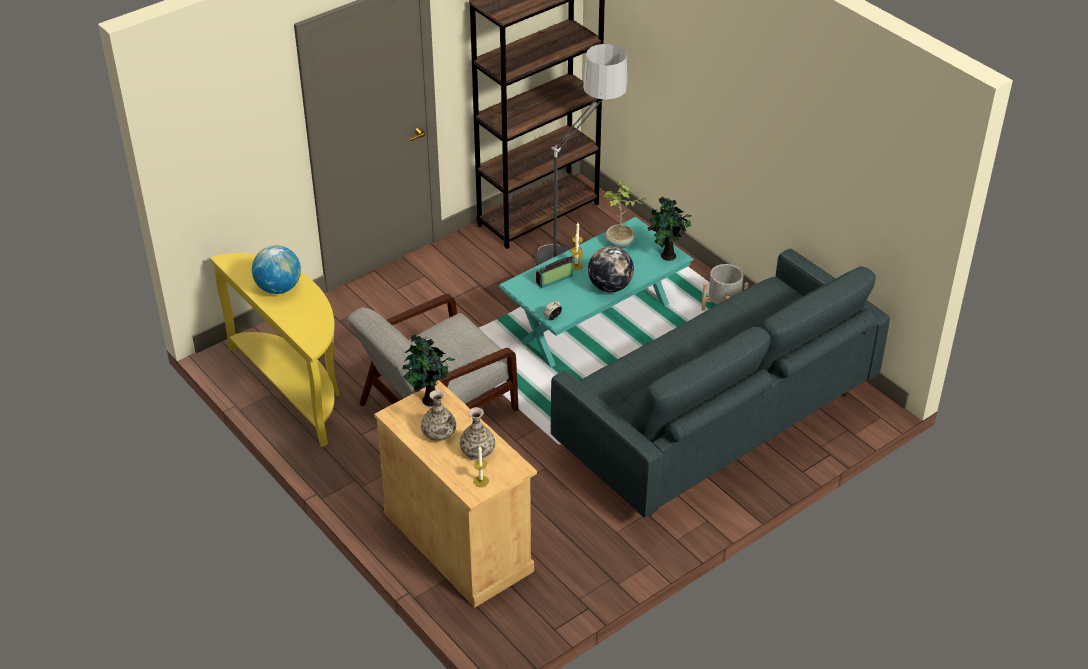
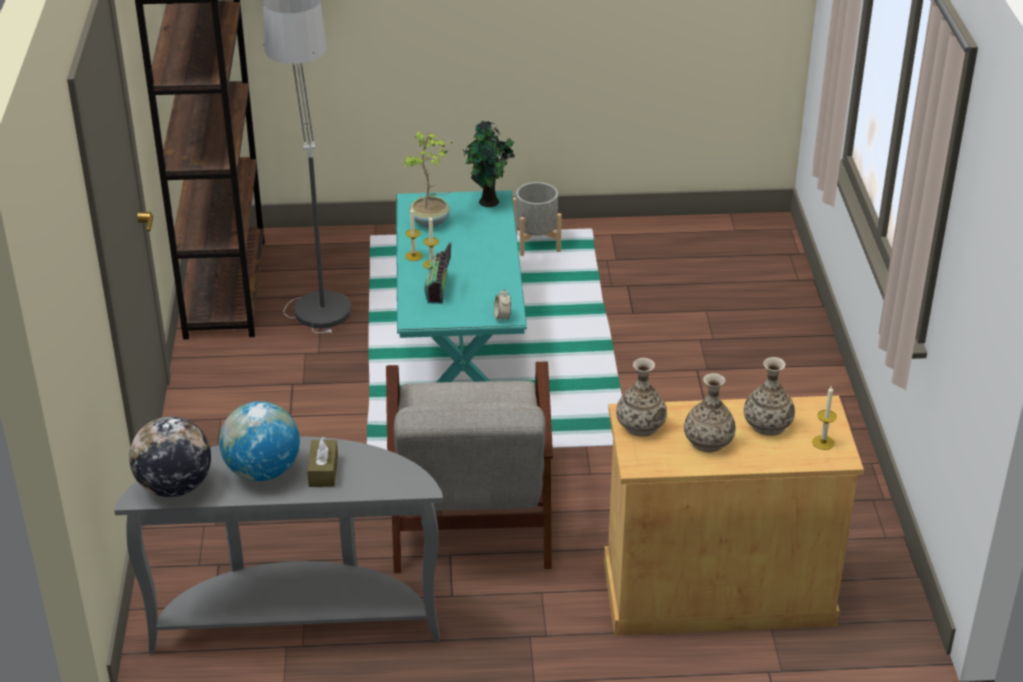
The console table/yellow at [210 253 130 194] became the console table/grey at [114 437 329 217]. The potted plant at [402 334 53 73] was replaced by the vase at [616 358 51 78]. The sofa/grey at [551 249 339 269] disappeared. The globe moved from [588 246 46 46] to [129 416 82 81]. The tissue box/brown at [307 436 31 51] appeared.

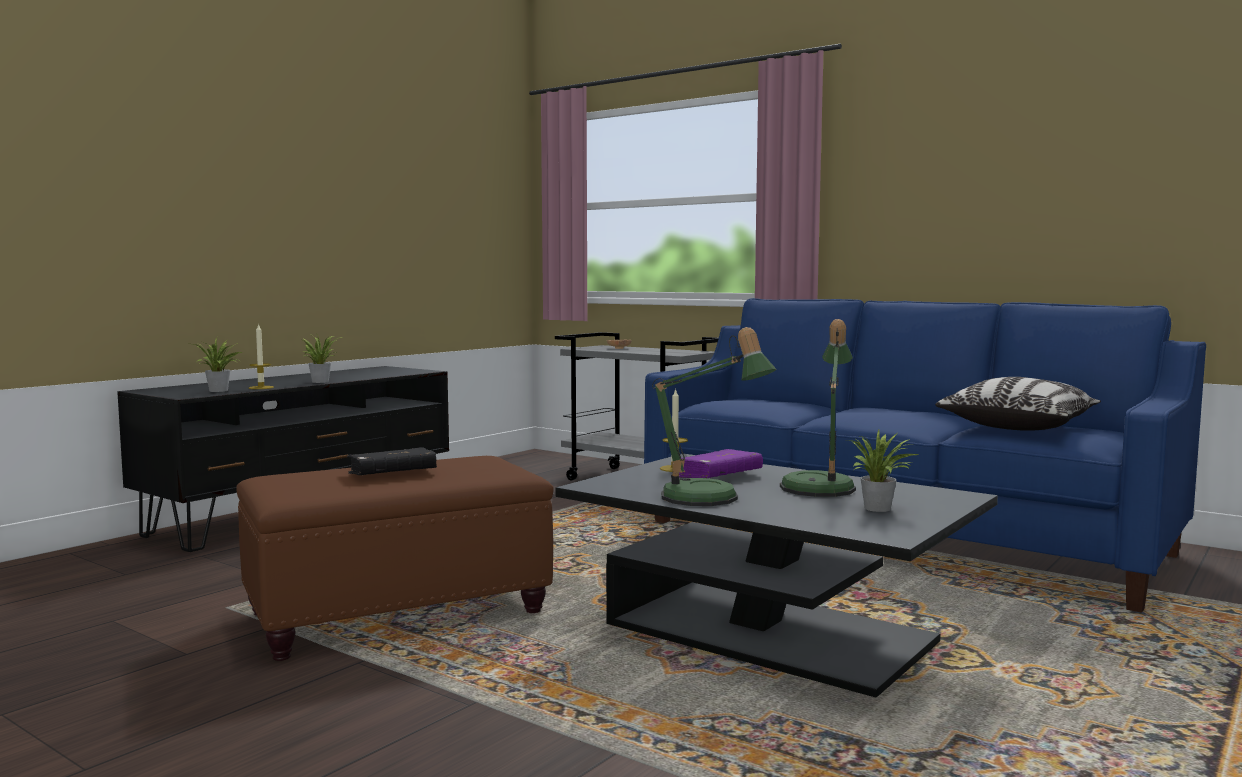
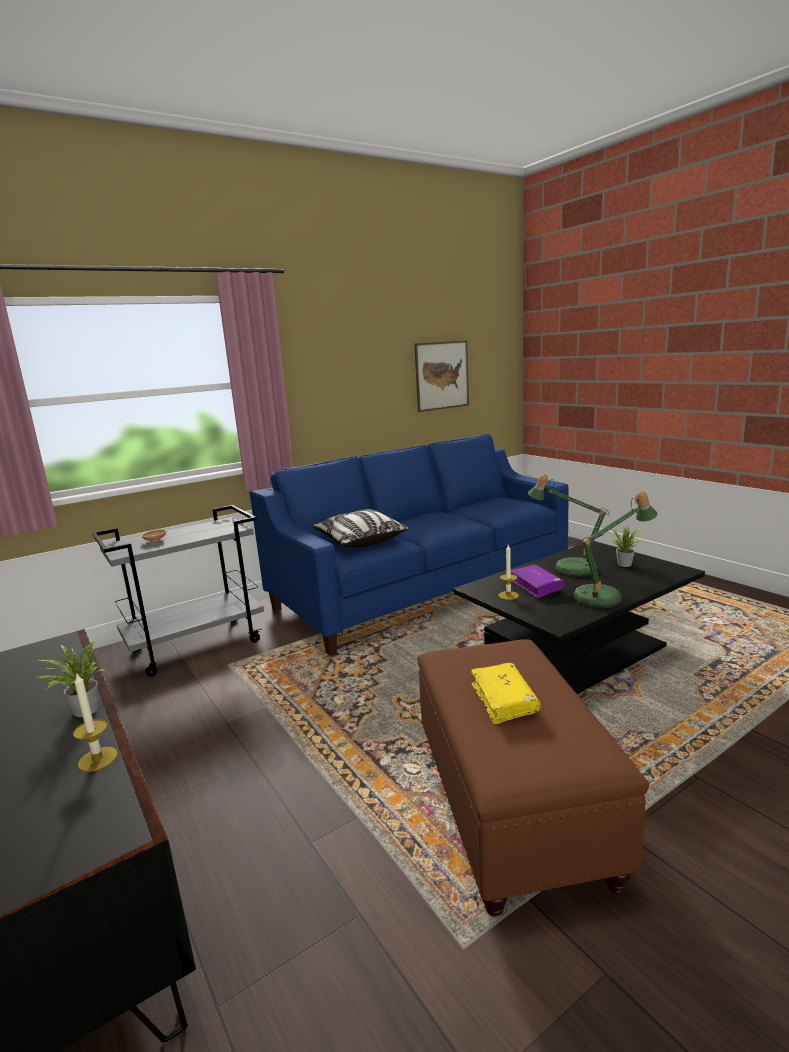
The potted plant at [194 337 48 55] disappeared. The book/black at [347 447 90 28] became the book/yellow at [471 663 70 62]. The pillow moved from [935 377 166 54] to [312 509 96 38]. The picture at [414 341 55 71] appeared.

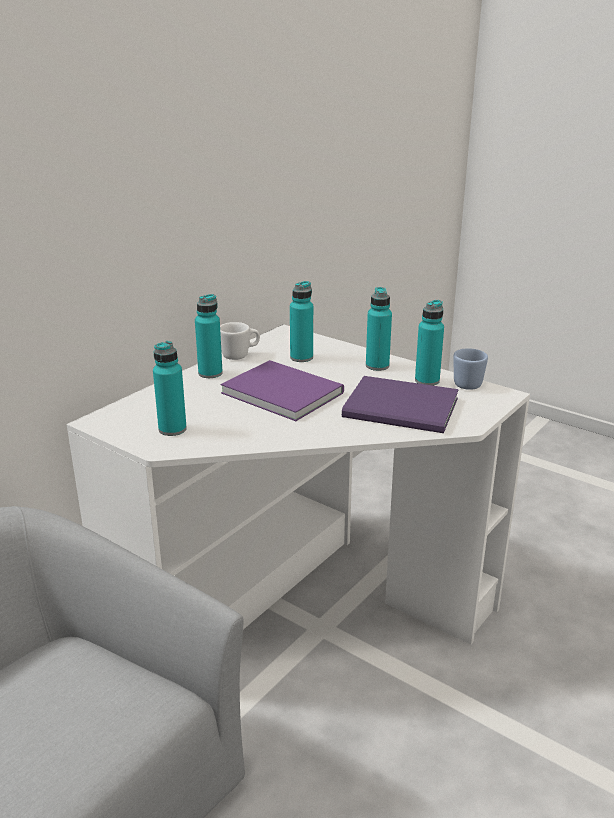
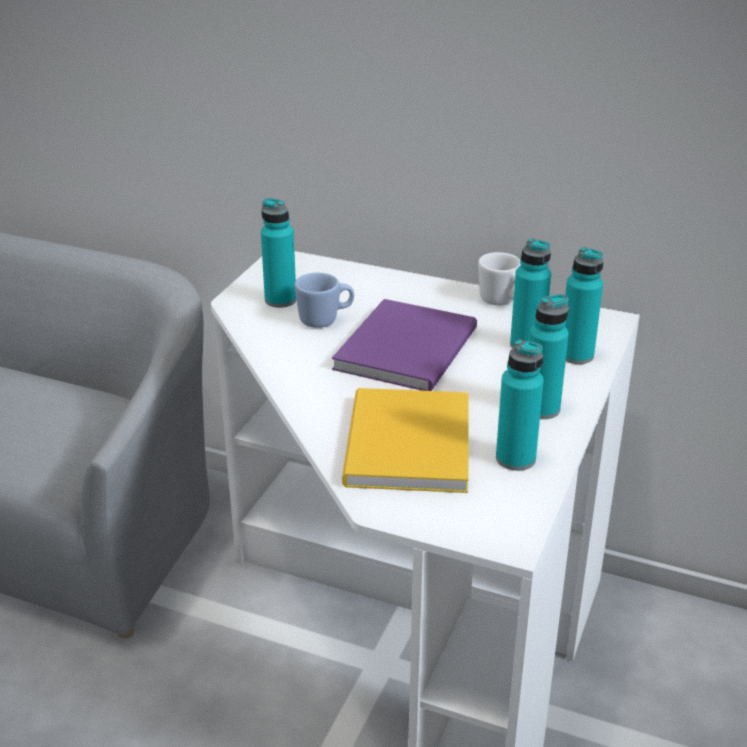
The bottle/turquoise moved from [195 294 28 84] to [565 247 38 117]. The book/purple at [342 376 117 57] became the book/yellow at [342 388 127 105]. The mug/blue moved from [453 348 35 42] to [294 273 60 55].

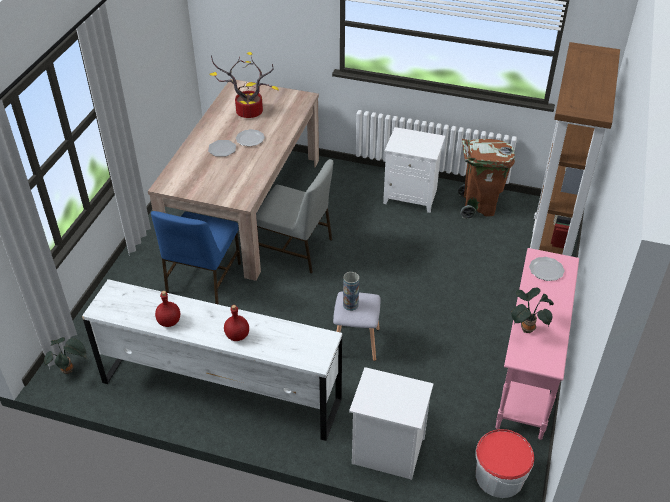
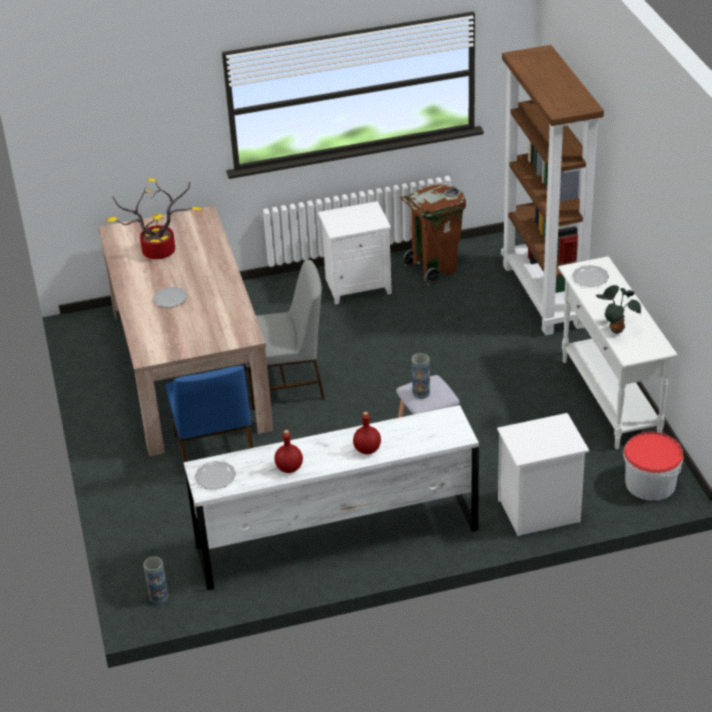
The potted plant at [44 337 43 37] was replaced by the vase at [143 557 25 47]. The plate moved from [236 129 29 17] to [195 461 41 28]. The console table/pink at [495 248 84 192] became the console table/white at [558 257 120 192].

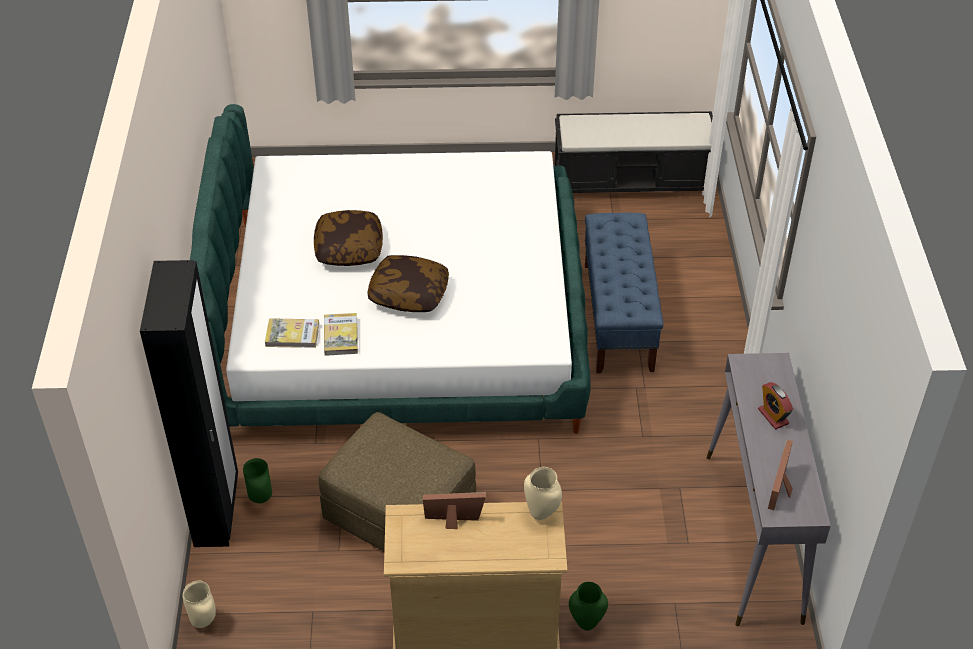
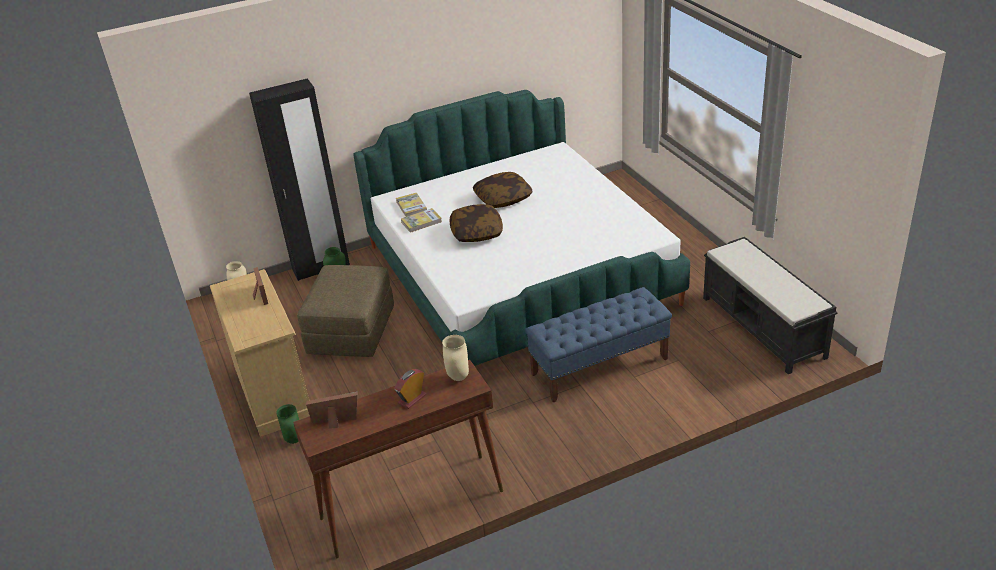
The vase/beige moved from [524 467 38 53] to [442 335 27 46]. The console table/grey at [707 353 124 273] became the console table/brown at [293 360 210 198].

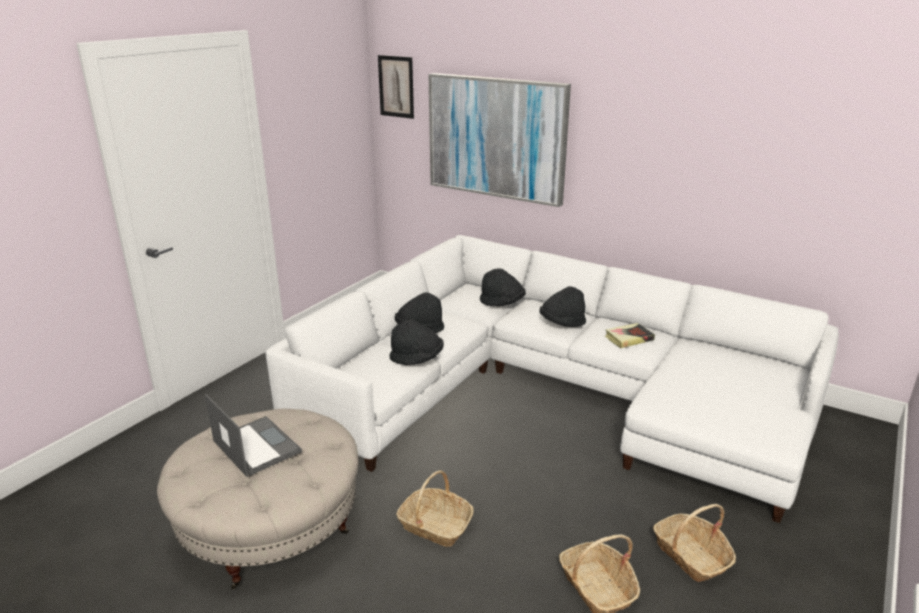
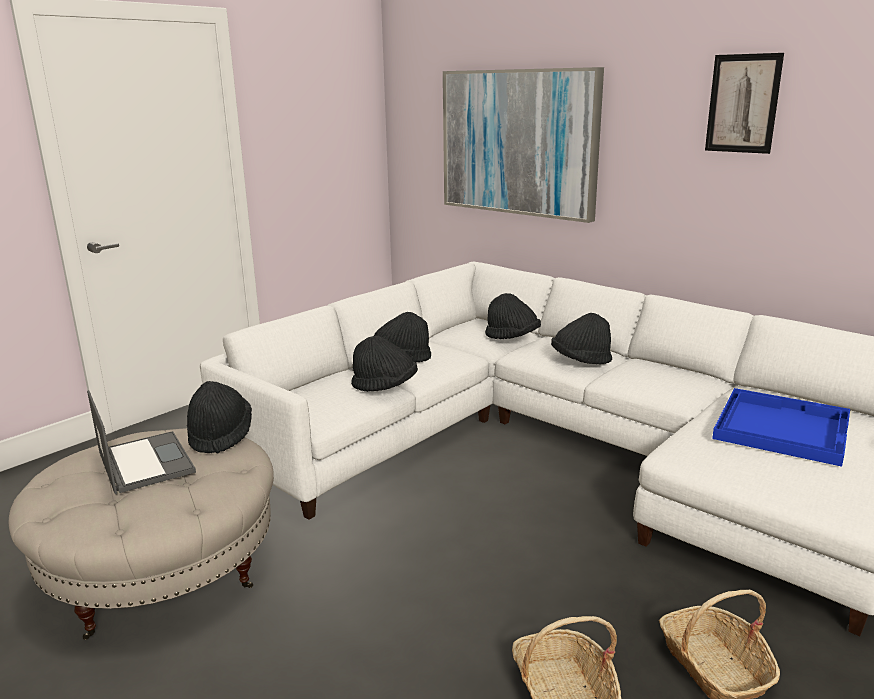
The picture moved from [378 55 36 64] to [705 53 79 101]. The basket at [396 470 78 77] disappeared. The book at [605 323 50 25] disappeared. The hat/black at [187 381 65 73] appeared. The tray/blue at [712 388 138 79] appeared.

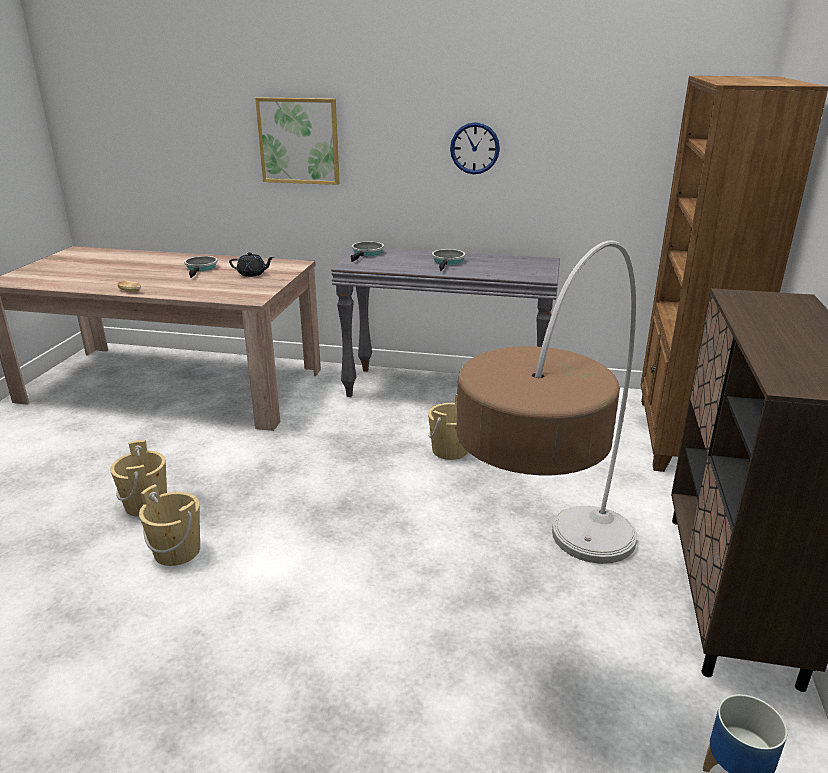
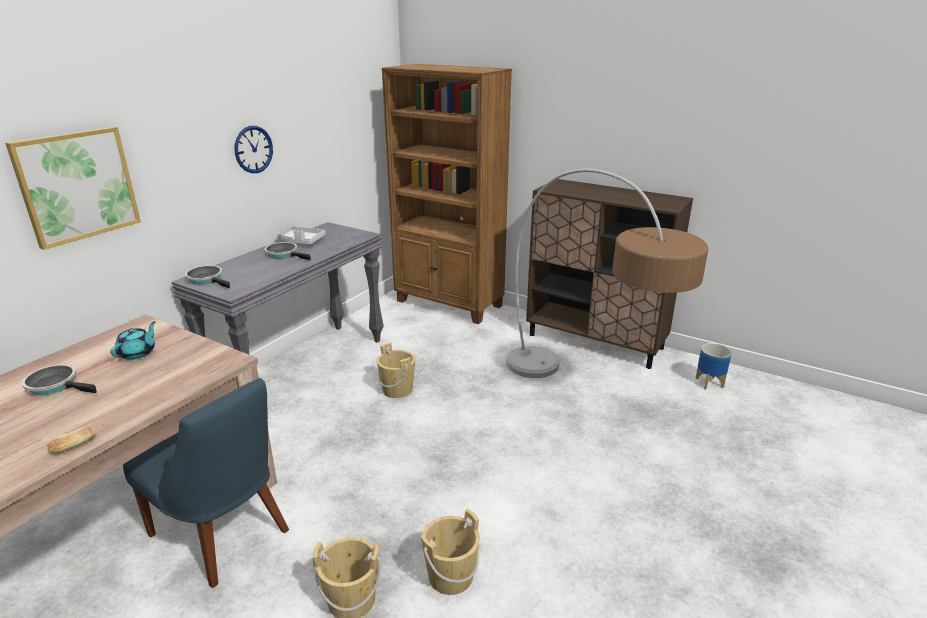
The teapot/black at [229 252 45 25] became the teapot/turquoise at [110 321 46 39]. The chair/blue at [123 378 166 210] appeared. The tray/grey at [277 226 48 19] appeared.

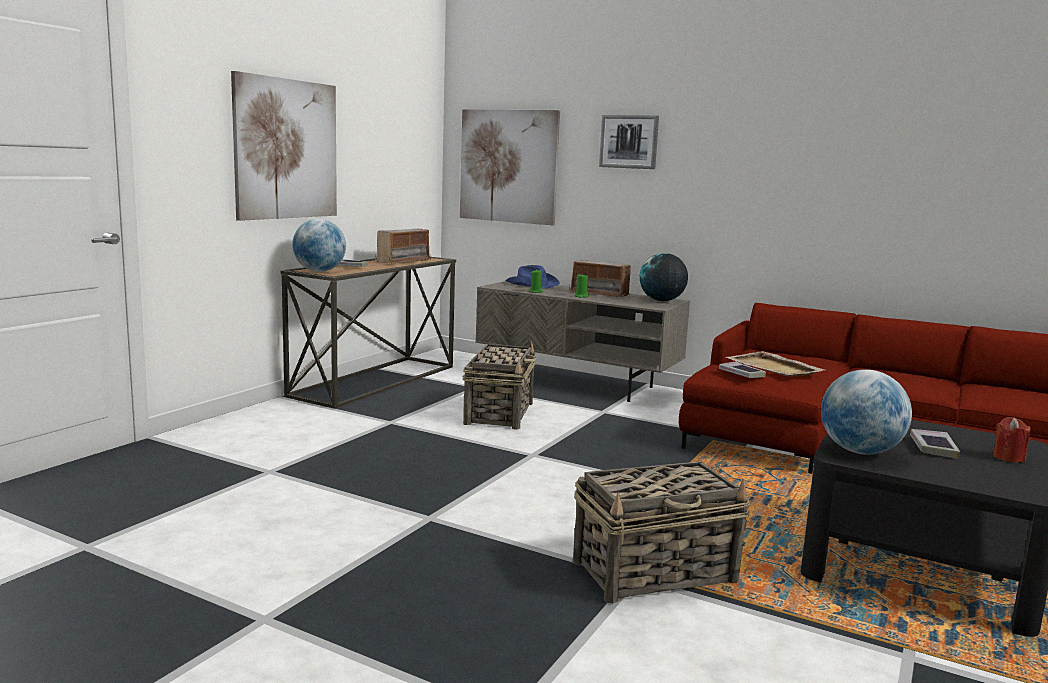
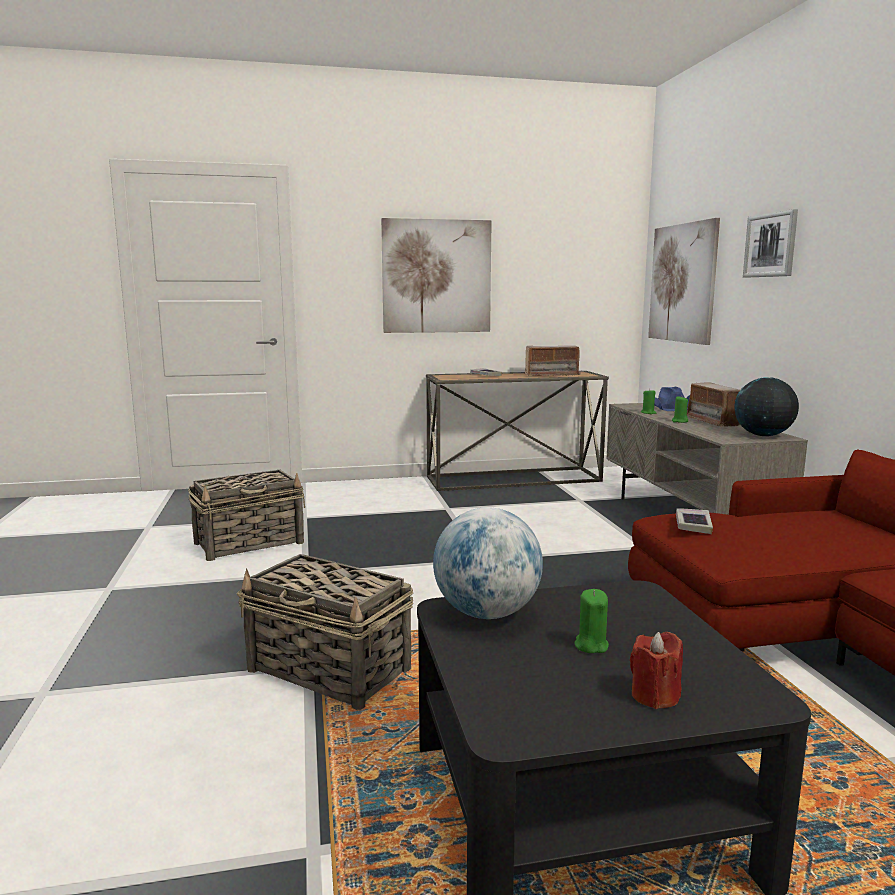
The globe at [292 219 54 53] disappeared. The basket moved from [463 341 73 89] to [188 470 117 91]. The tray/beige at [725 351 100 26] disappeared. The book at [910 429 50 30] was replaced by the candle/green at [574 589 35 64].

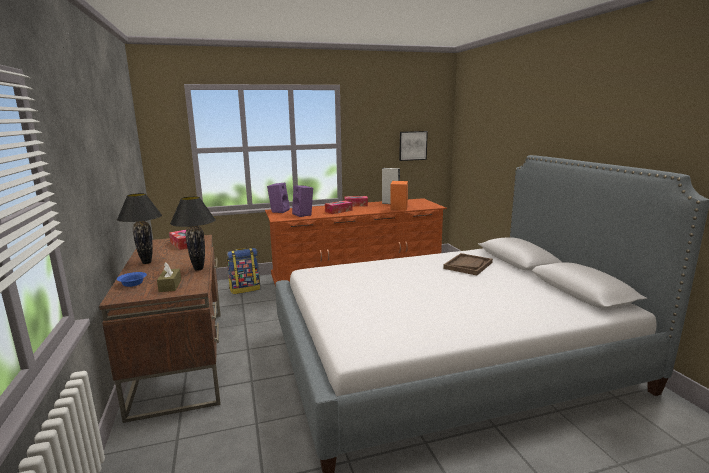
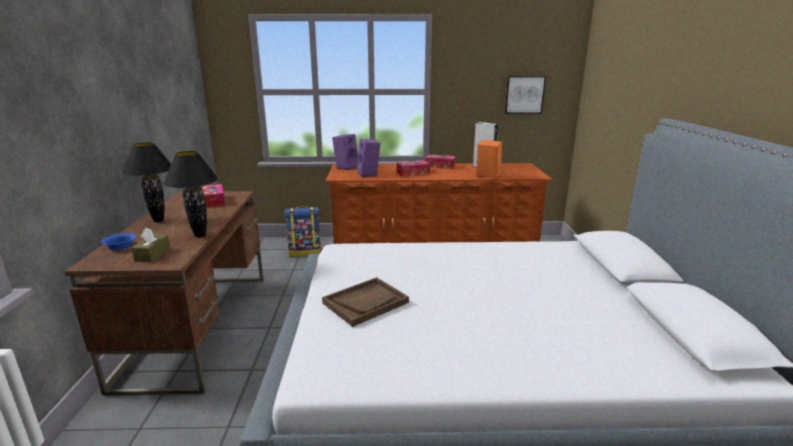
The tray/brown moved from [443 253 50 22] to [322 277 87 50].

